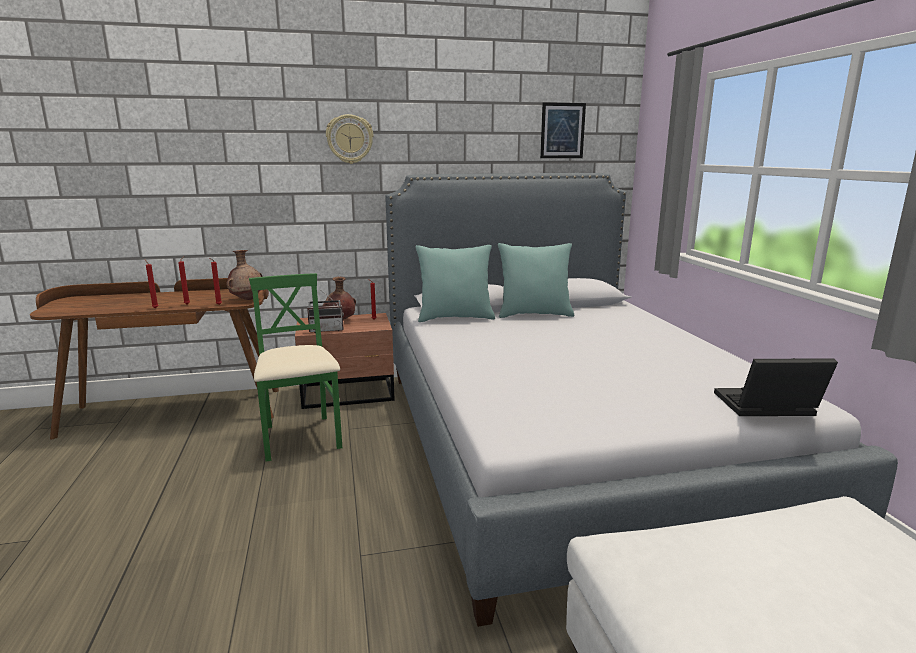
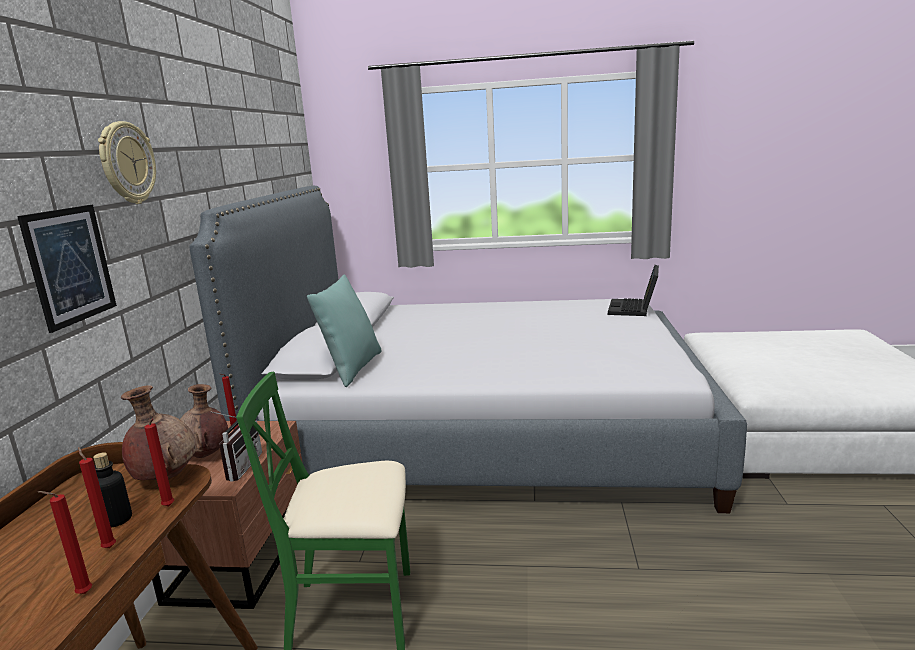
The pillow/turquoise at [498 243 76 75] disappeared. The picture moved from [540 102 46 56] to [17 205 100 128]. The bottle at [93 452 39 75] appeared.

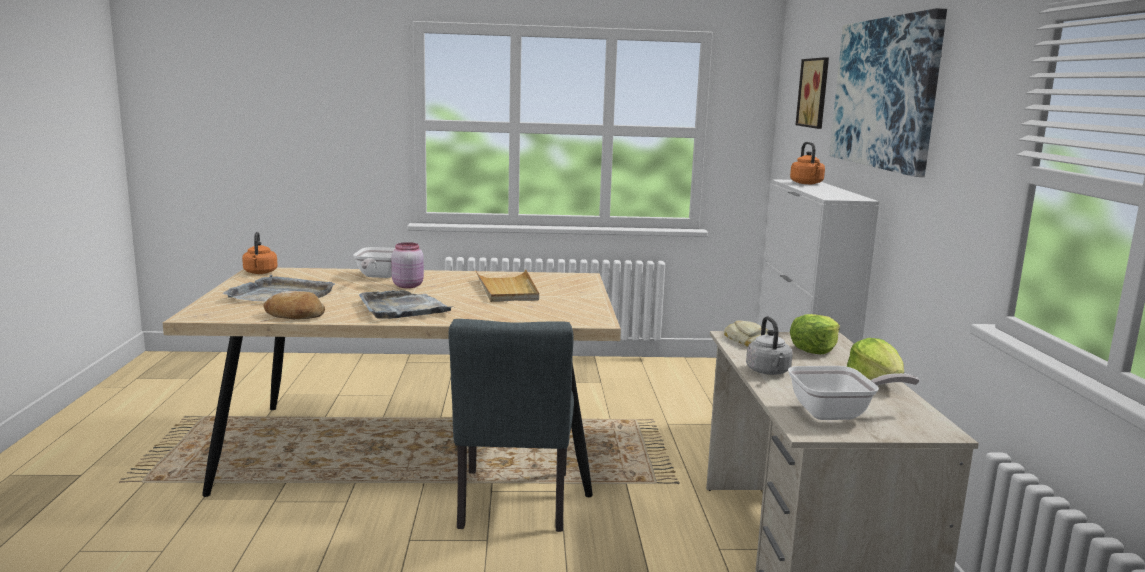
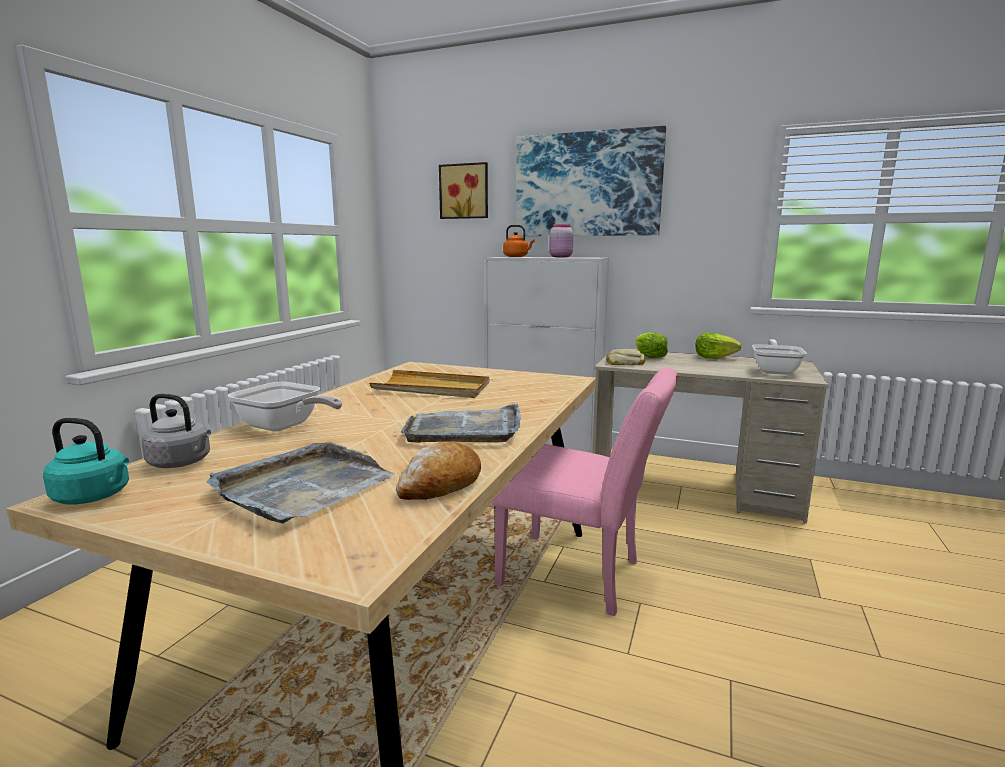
The kettle/orange at [242 232 36 42] became the kettle/turquoise at [43 418 86 87]. The jar/pink moved from [391 242 33 46] to [549 224 24 33]. The chair/grey at [449 319 125 213] became the chair/pink at [491 367 186 249]. The kettle/grey moved from [746 316 47 59] to [141 394 70 74].

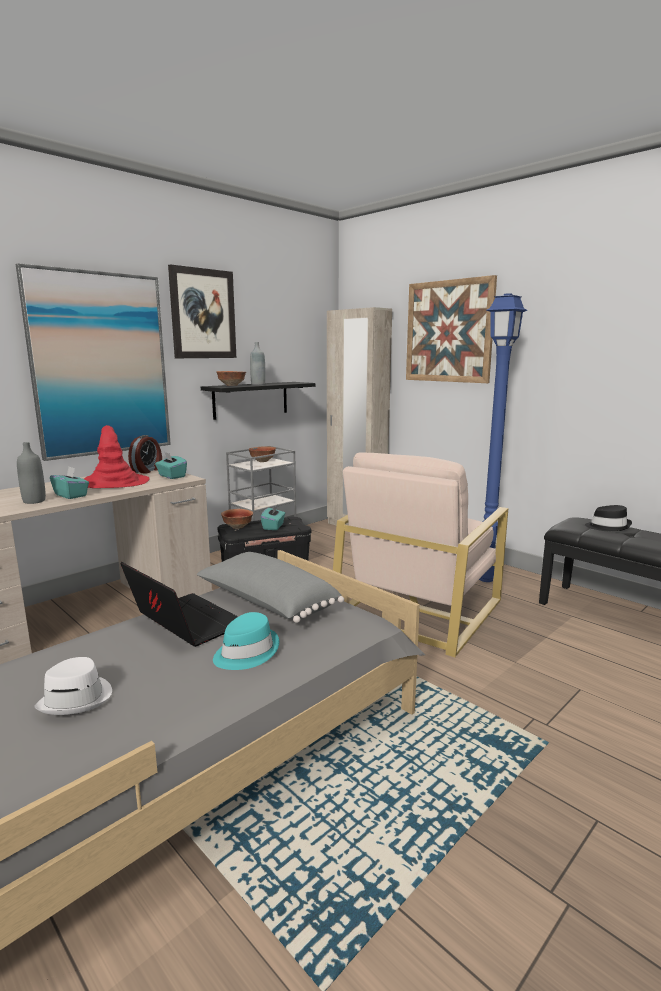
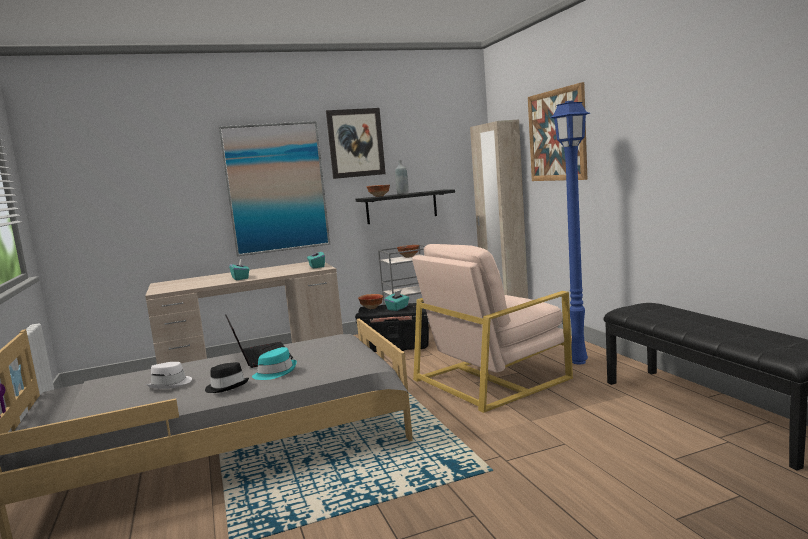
The bottle/grey at [17 442 29 62] disappeared. The hat/red at [84 425 66 63] disappeared. The alarm clock at [128 435 34 39] disappeared. The pillow/grey at [197 552 147 71] disappeared. The hat/black moved from [585 505 47 26] to [205 362 44 31].

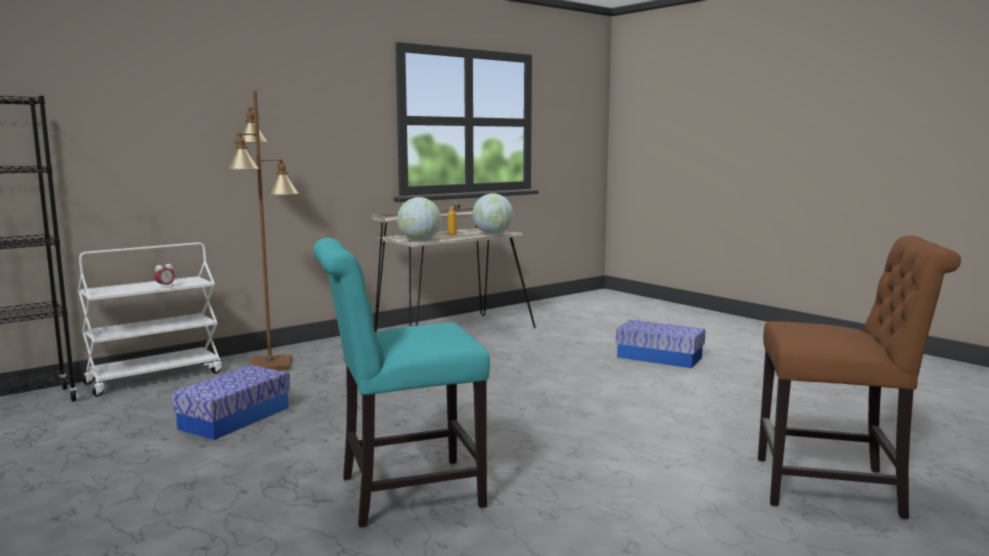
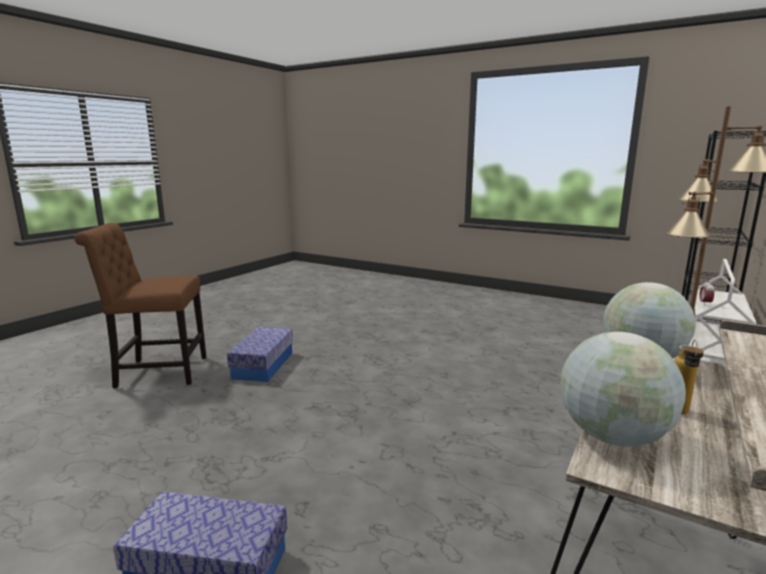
The storage box moved from [172 365 118 75] to [227 327 66 55]. The chair/turquoise at [314 238 176 289] disappeared.

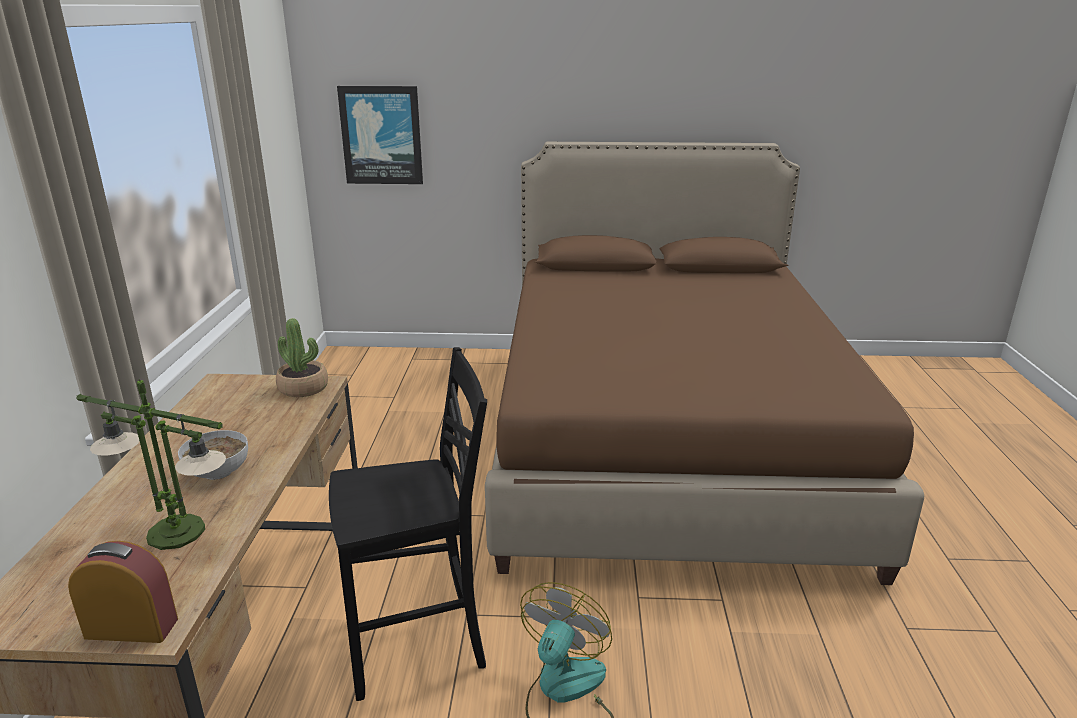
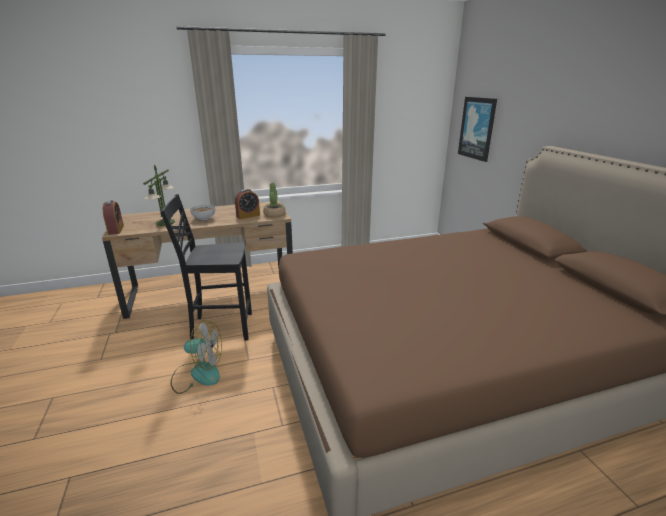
The chair/black at [329 347 158 354] turned 120 degrees clockwise. The alarm clock at [235 189 25 30] appeared.

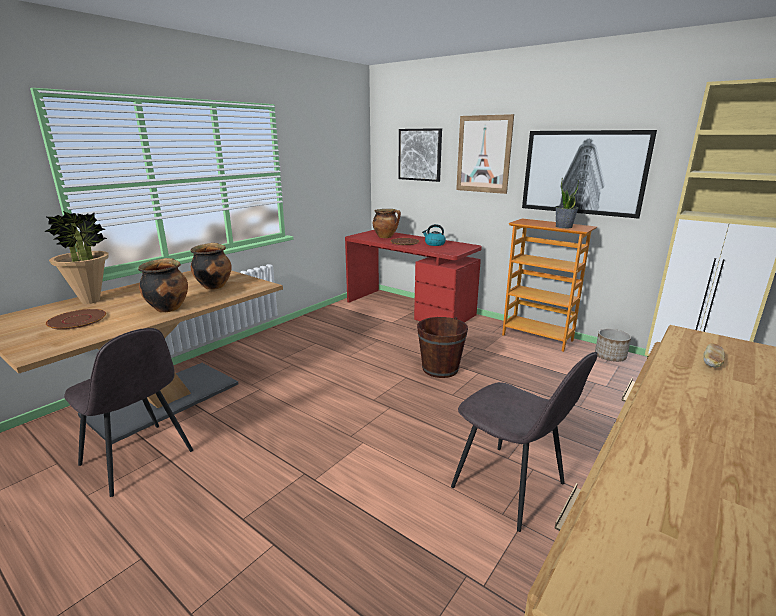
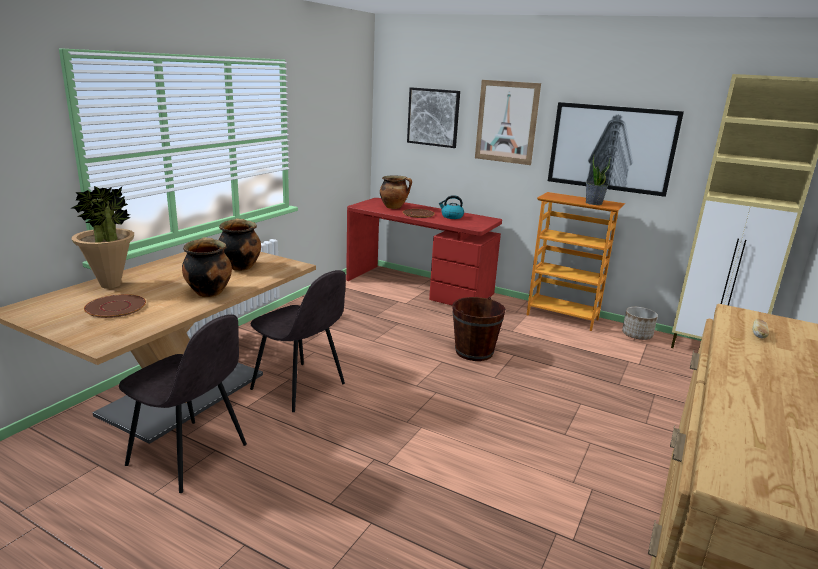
The chair/grey moved from [451 352 146 180] to [250 270 96 142].

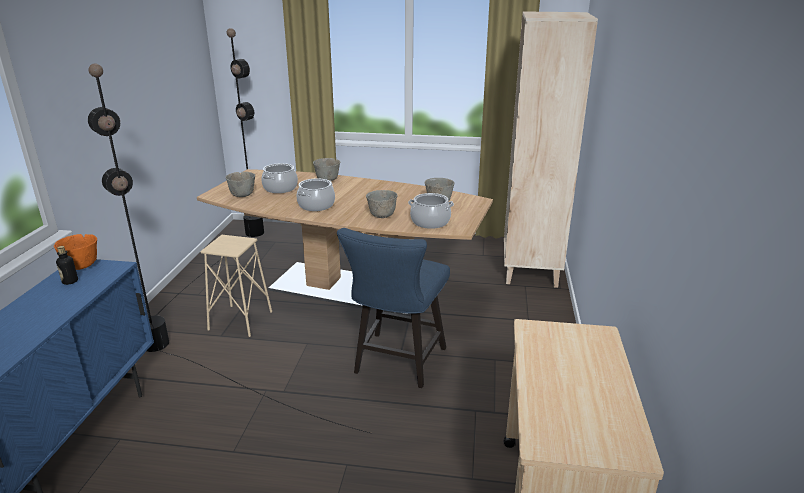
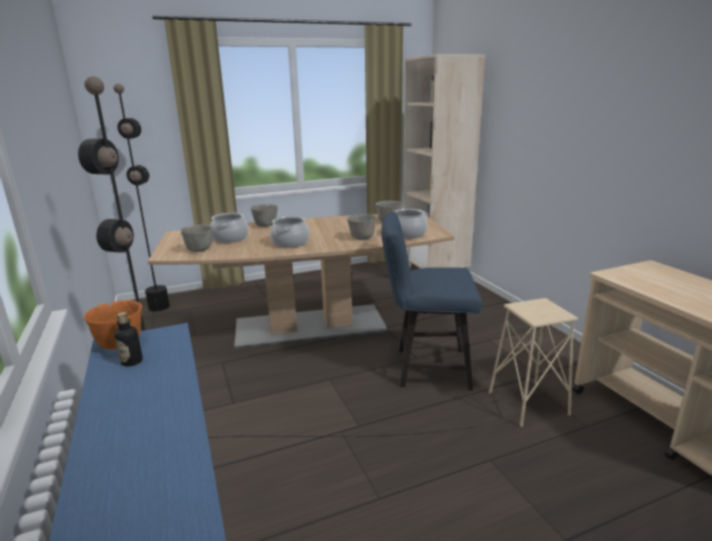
The stool/beige moved from [200 235 72 102] to [489 298 89 129]. The chair/blue at [337 228 113 160] turned 105 degrees clockwise.

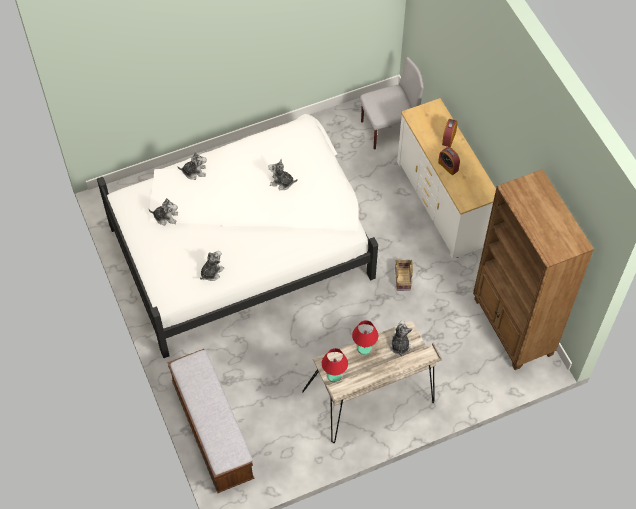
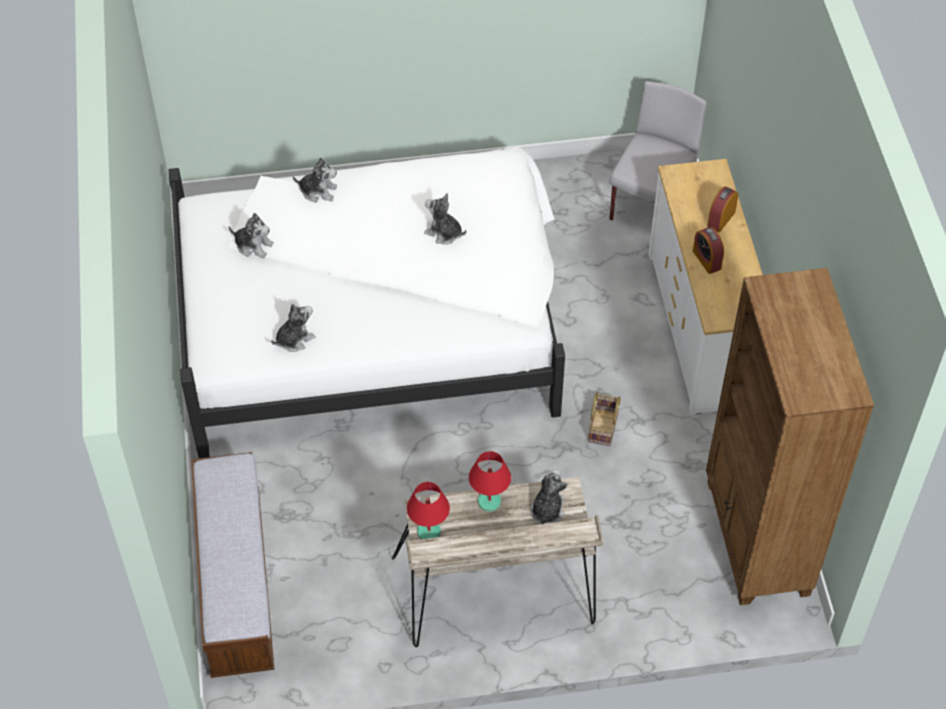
The chair/grey at [360 57 64 93] turned 60 degrees counterclockwise.

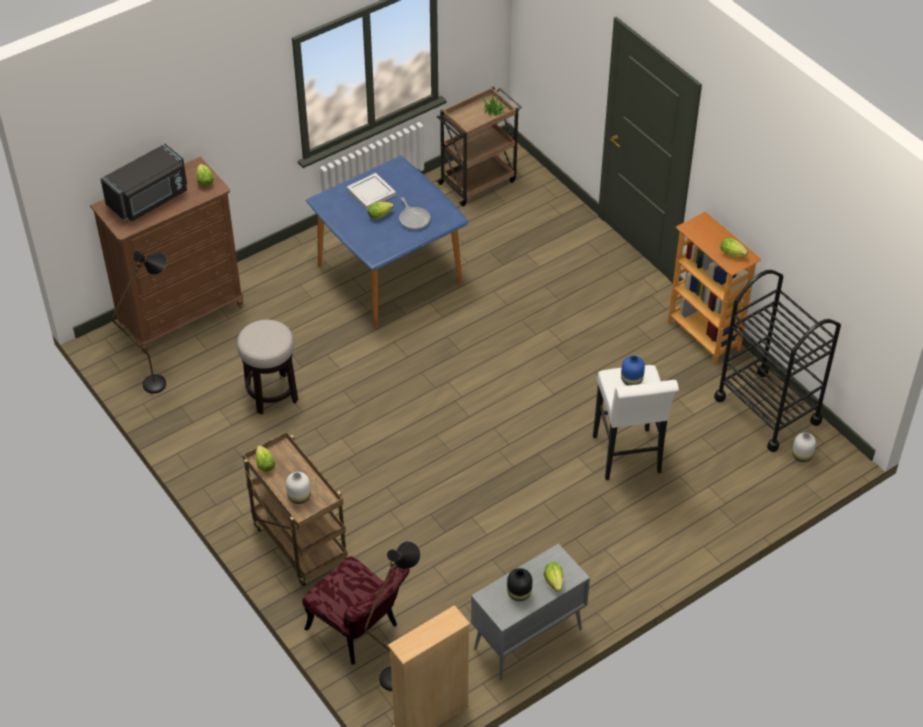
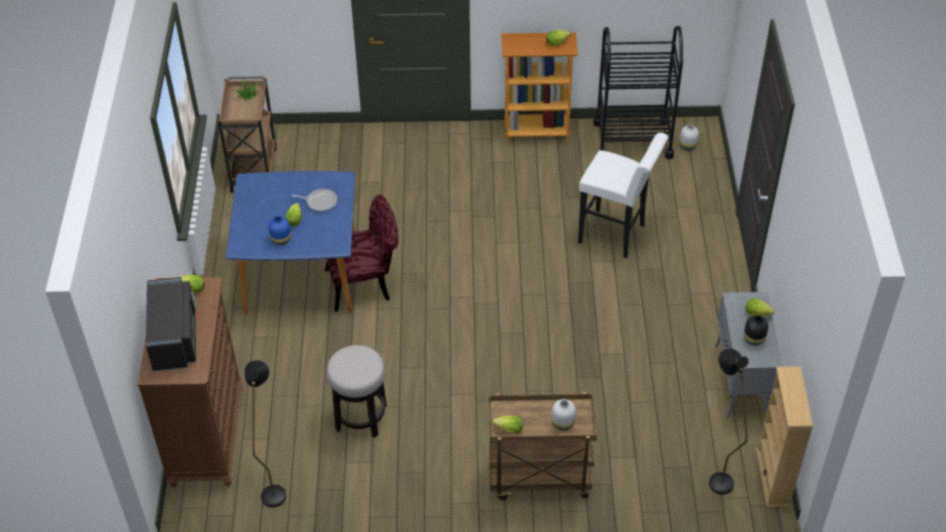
The chair/red moved from [302 556 108 109] to [325 195 73 117]. The tray/white at [347 173 49 37] disappeared. The vase/blue moved from [621 356 24 29] to [268 216 23 29].

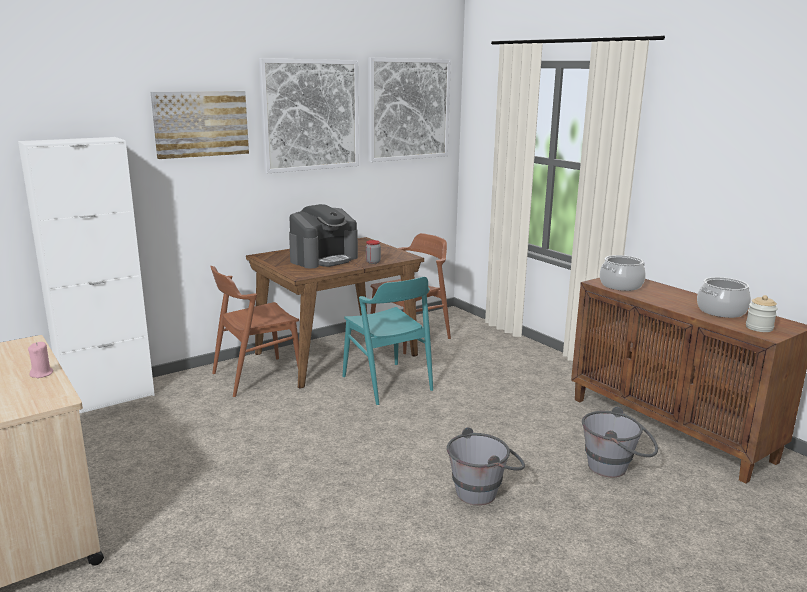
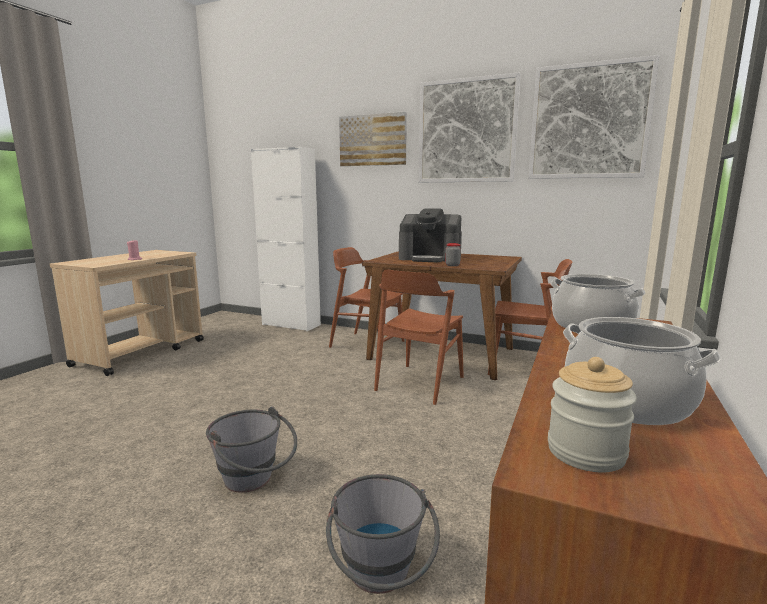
The chair/turquoise at [342 277 91 128] became the chair/brown at [374 270 89 135].

